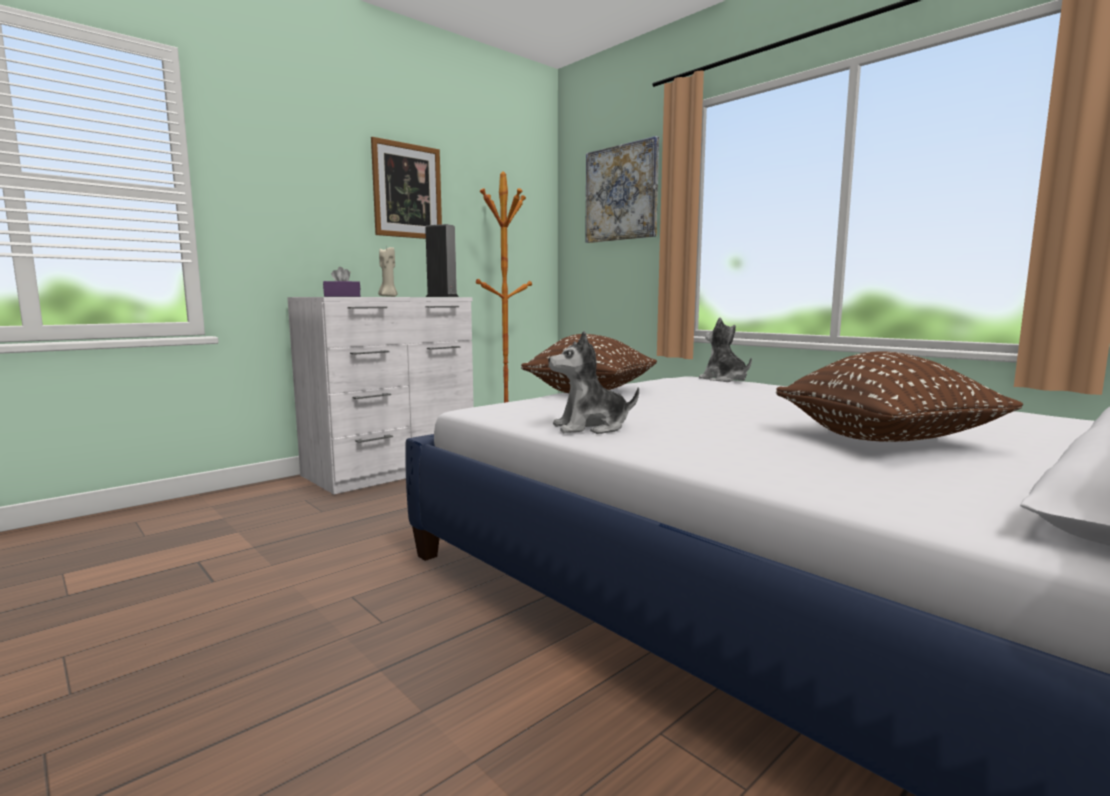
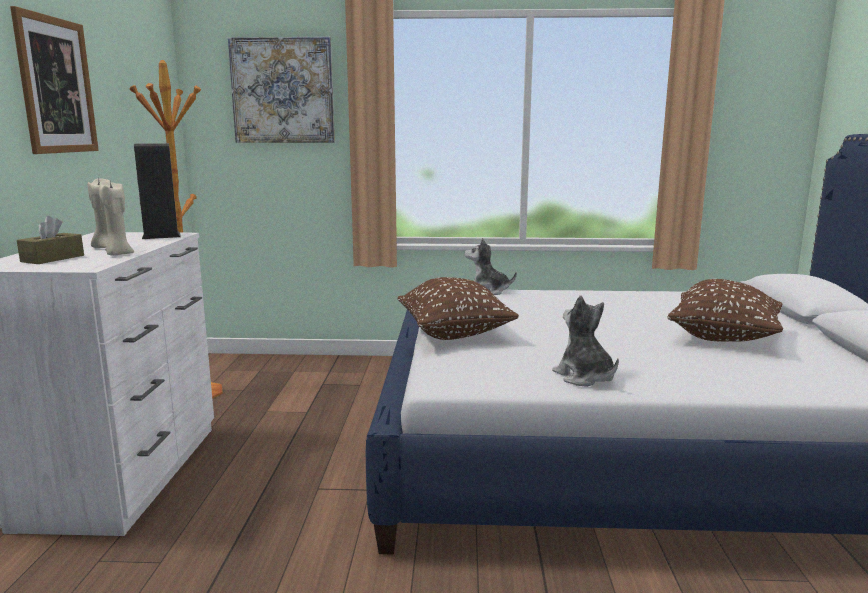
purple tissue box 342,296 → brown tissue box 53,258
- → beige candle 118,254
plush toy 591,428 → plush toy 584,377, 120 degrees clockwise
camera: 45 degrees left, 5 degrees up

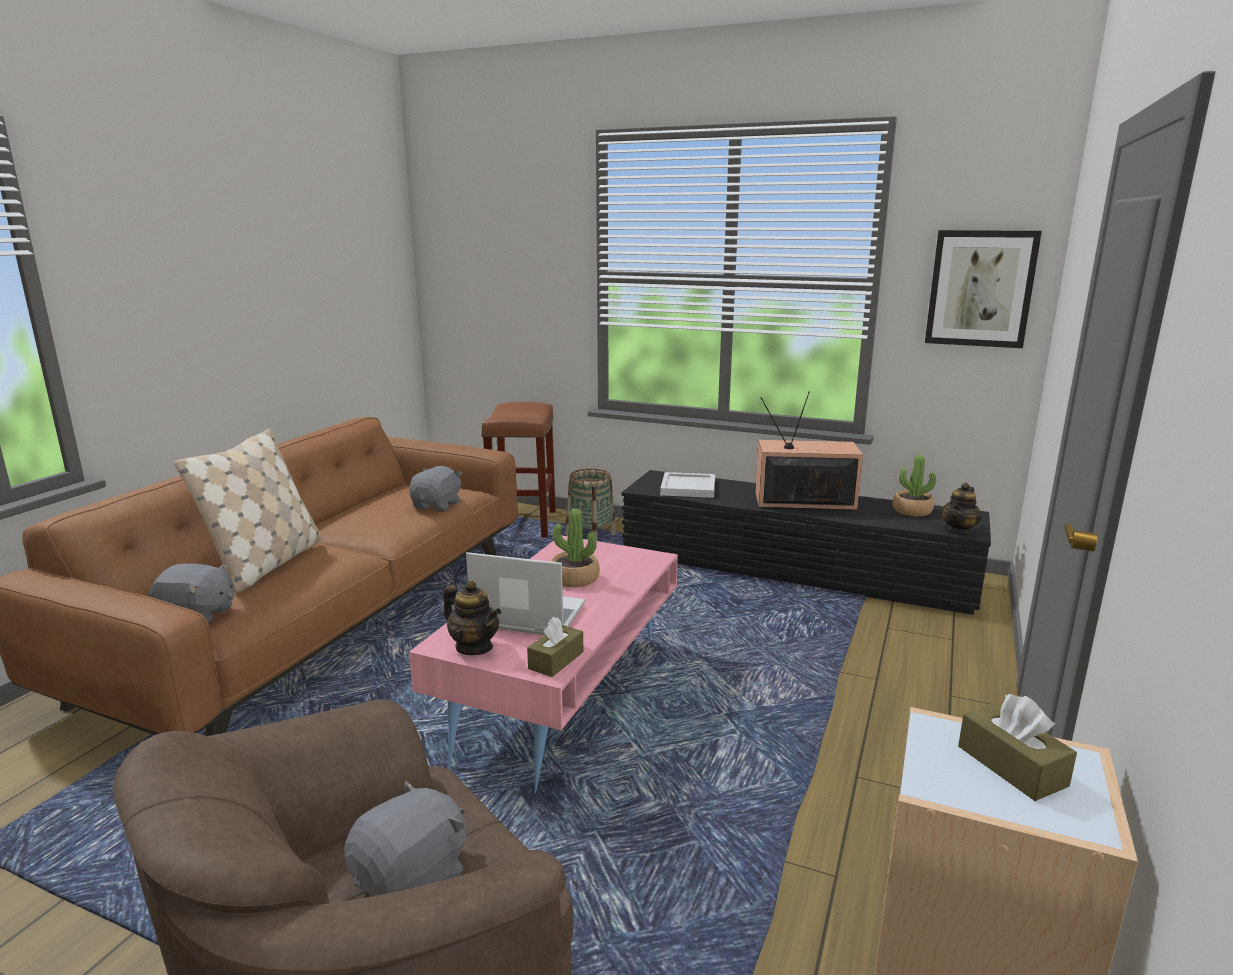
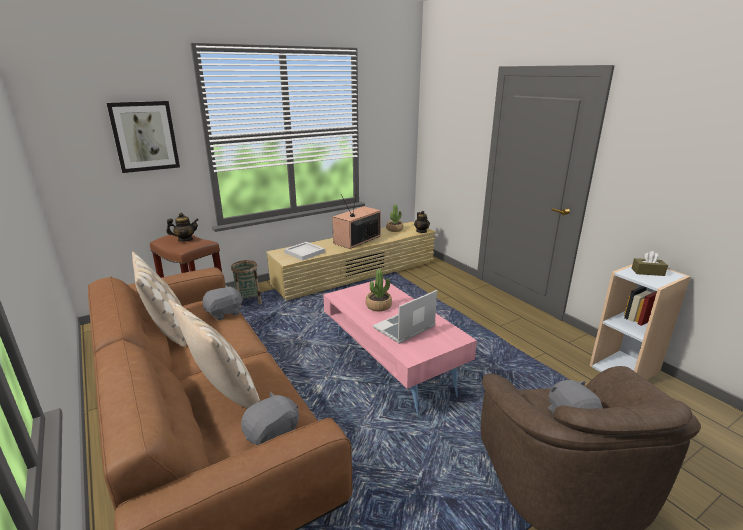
picture 980,288 → picture 144,136, relocated
- → beige pillow 167,330
teapot 474,647 → teapot 185,240, relocated
grey plush toy 437,505 → grey plush toy 224,313, 90 degrees clockwise
black tv stand 795,570 → beige tv stand 356,274
brown tissue box 556,660 → -
camera: 55 degrees left, 5 degrees up

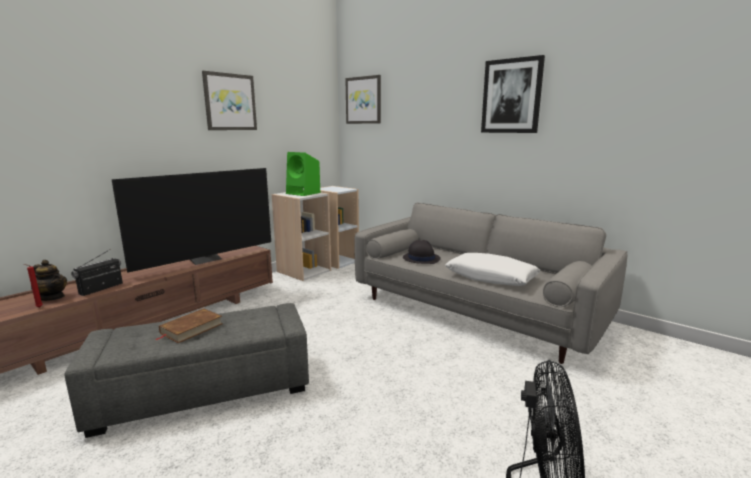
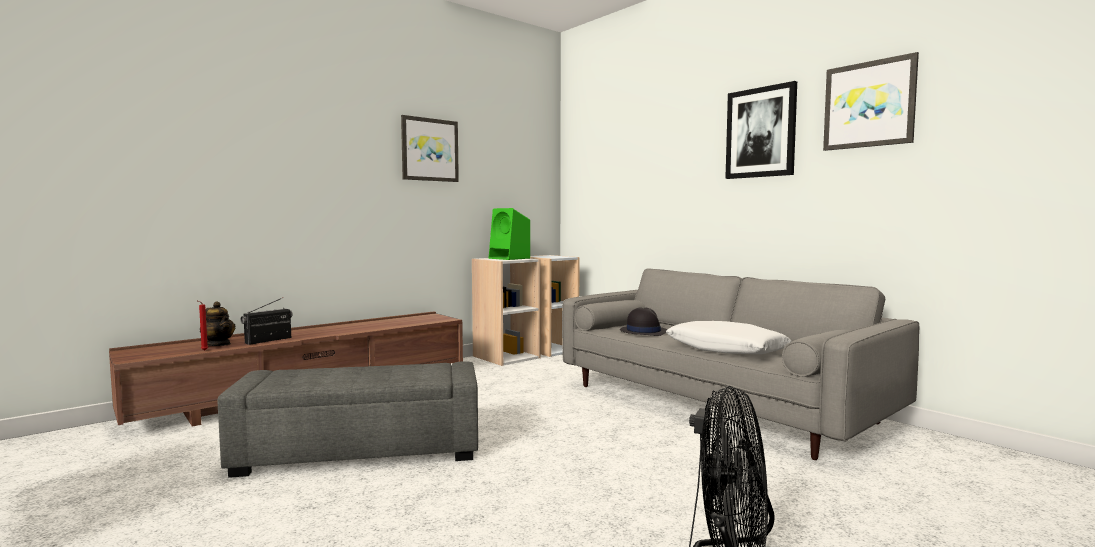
picture 363,100 → picture 869,104, relocated
television 205,259 → -
brown book 191,328 → -
camera: 10 degrees right, 10 degrees down

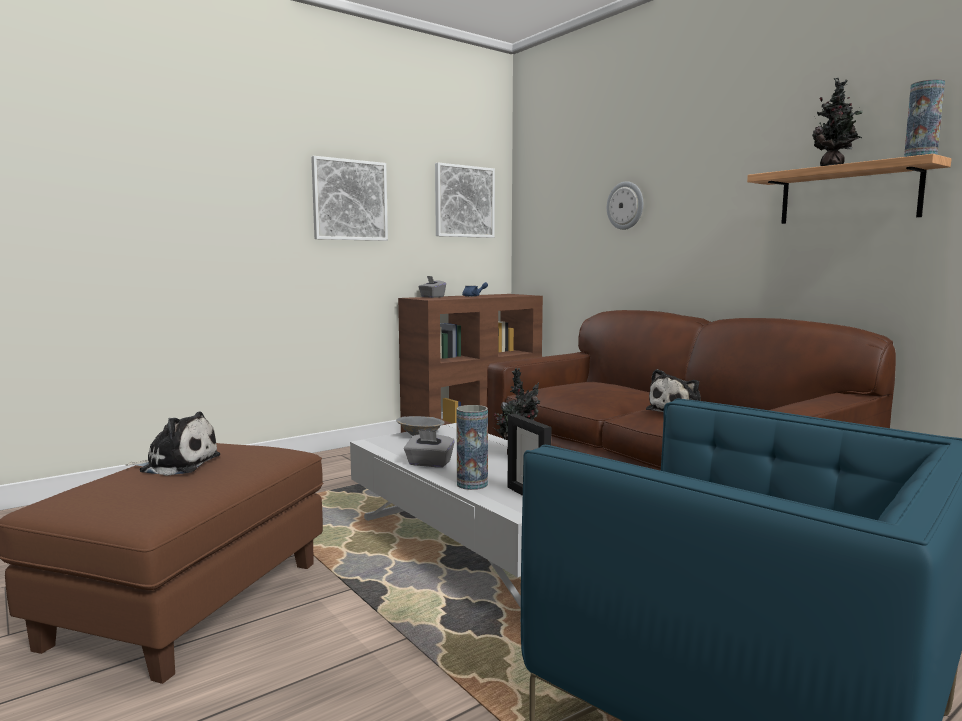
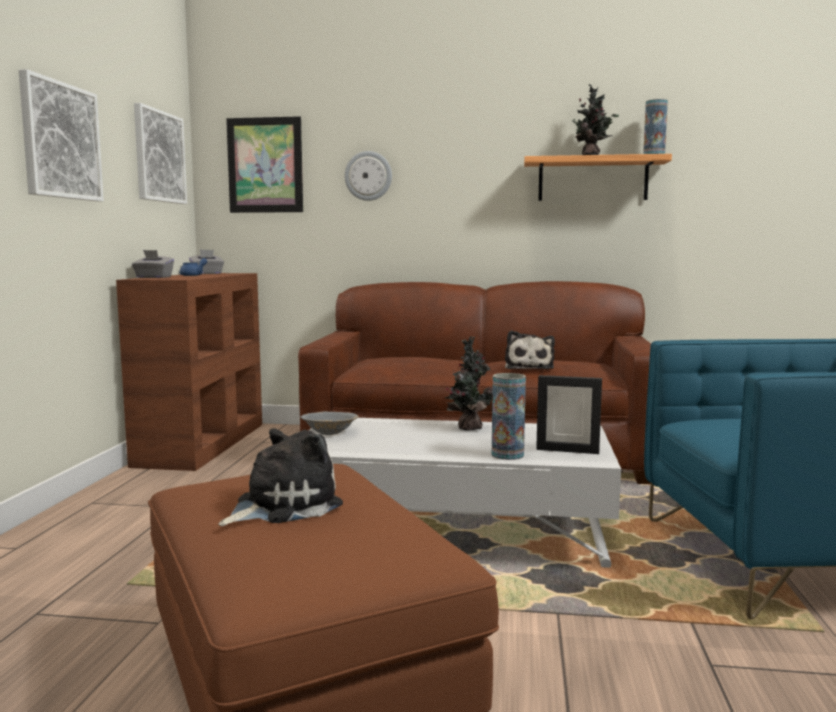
grey tissue box 429,463 → grey tissue box 207,273, relocated
- → picture 265,165
camera: 45 degrees left, 0 degrees up

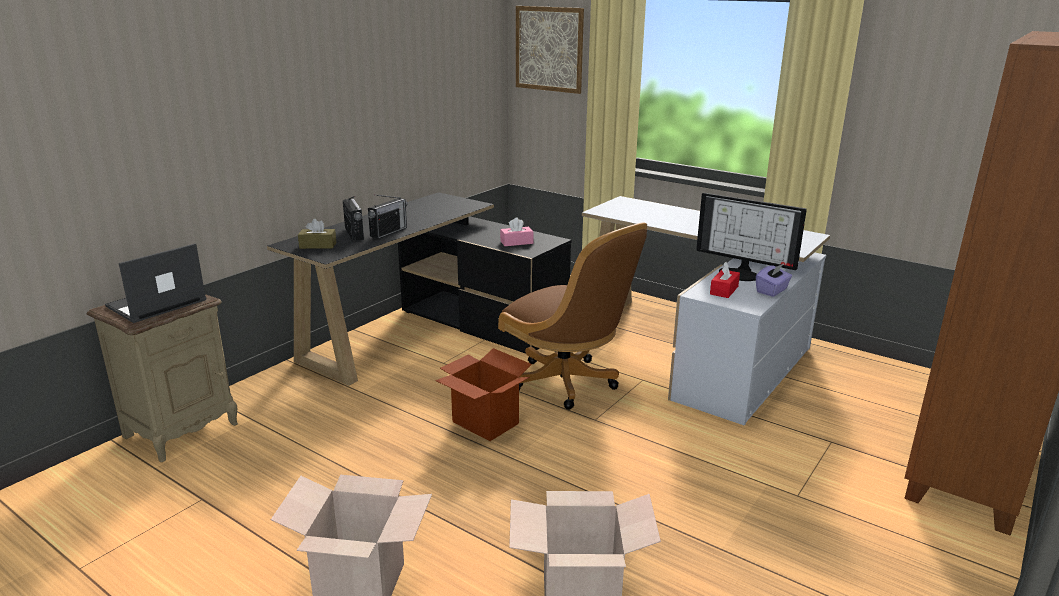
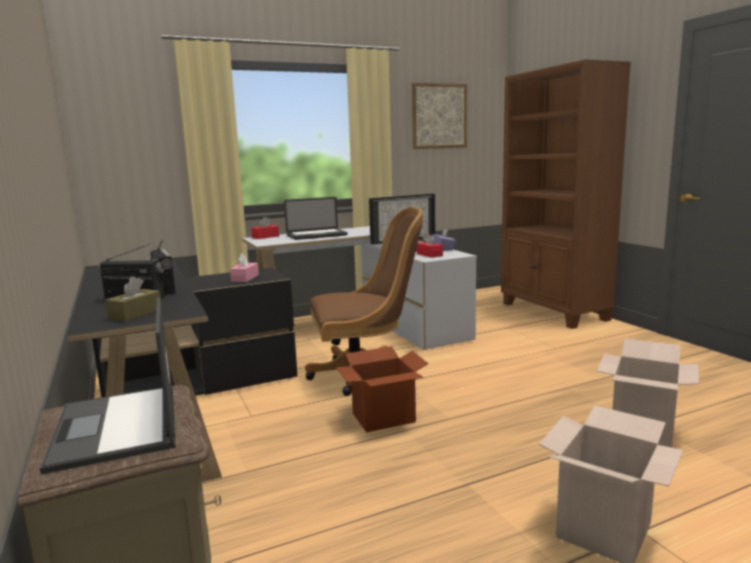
- → red tissue box 265,237
- → laptop 316,235
picture 549,48 → picture 439,115, relocated
camera: 60 degrees left, 10 degrees down

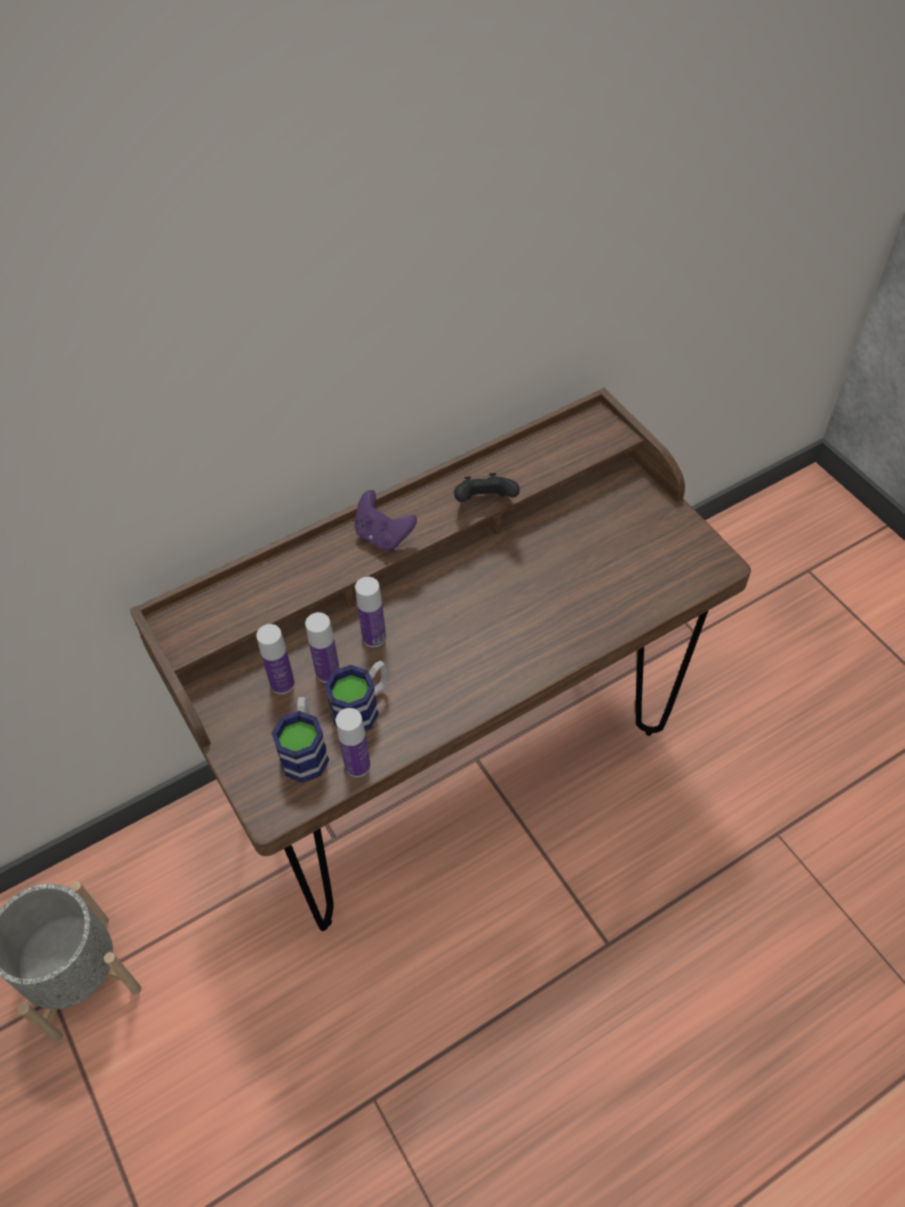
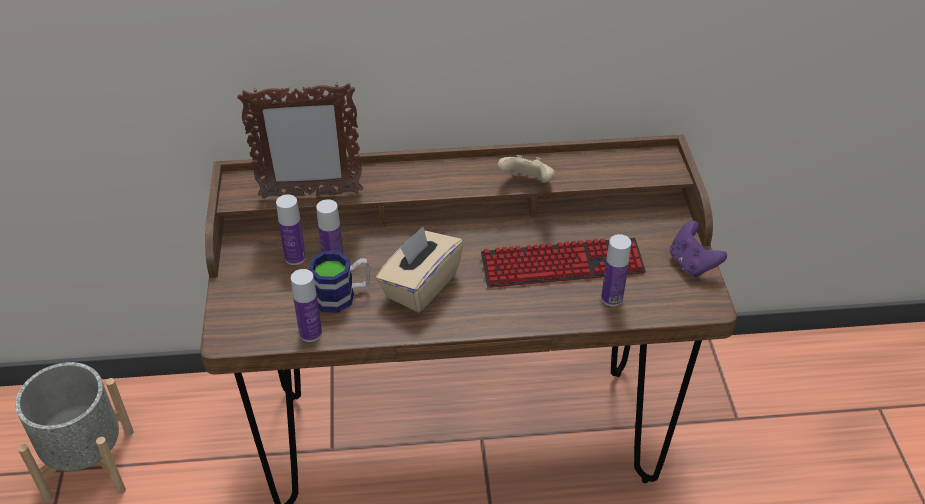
- → picture frame 310,195
- → beige tissue box 420,286
- → keyboard 562,265
black game controller 485,502 → beige game controller 527,183
bottle 374,637 → bottle 612,298, relocated
purple game controller 383,536 → purple game controller 692,264, relocated
mug 305,750 → -
camera: 25 degrees right, 10 degrees down

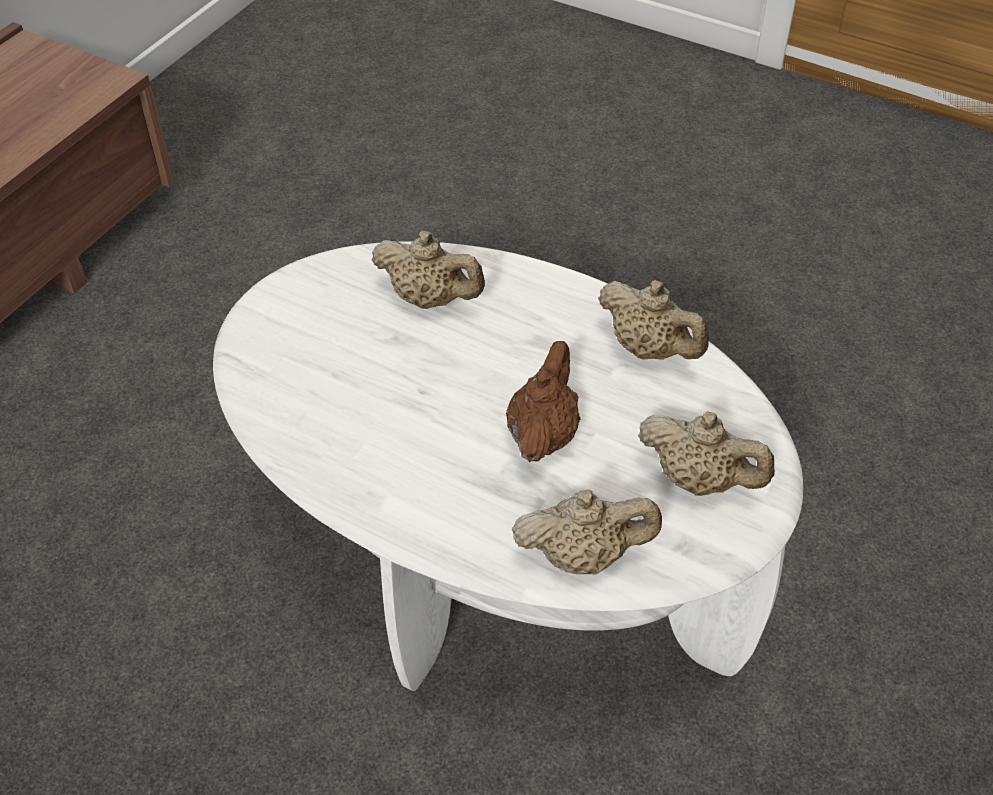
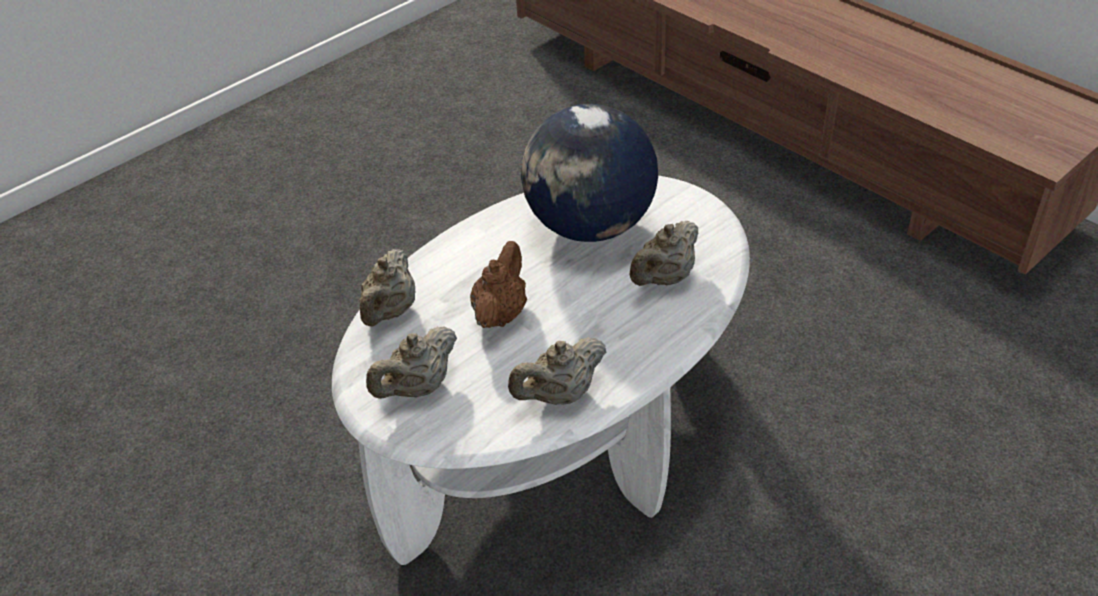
brown teapot 542,434 → brown teapot 501,313, 105 degrees counterclockwise
- → globe 589,226
camera: 110 degrees right, 5 degrees down

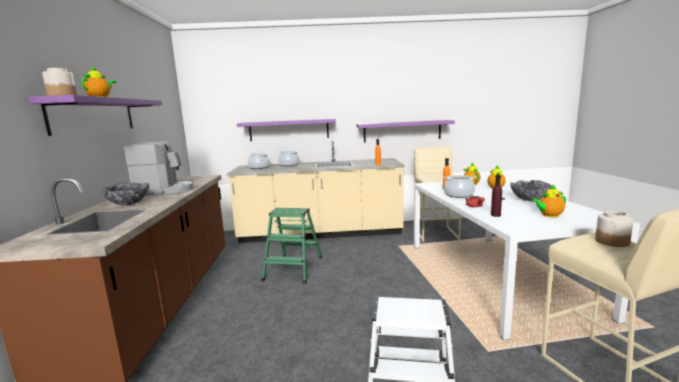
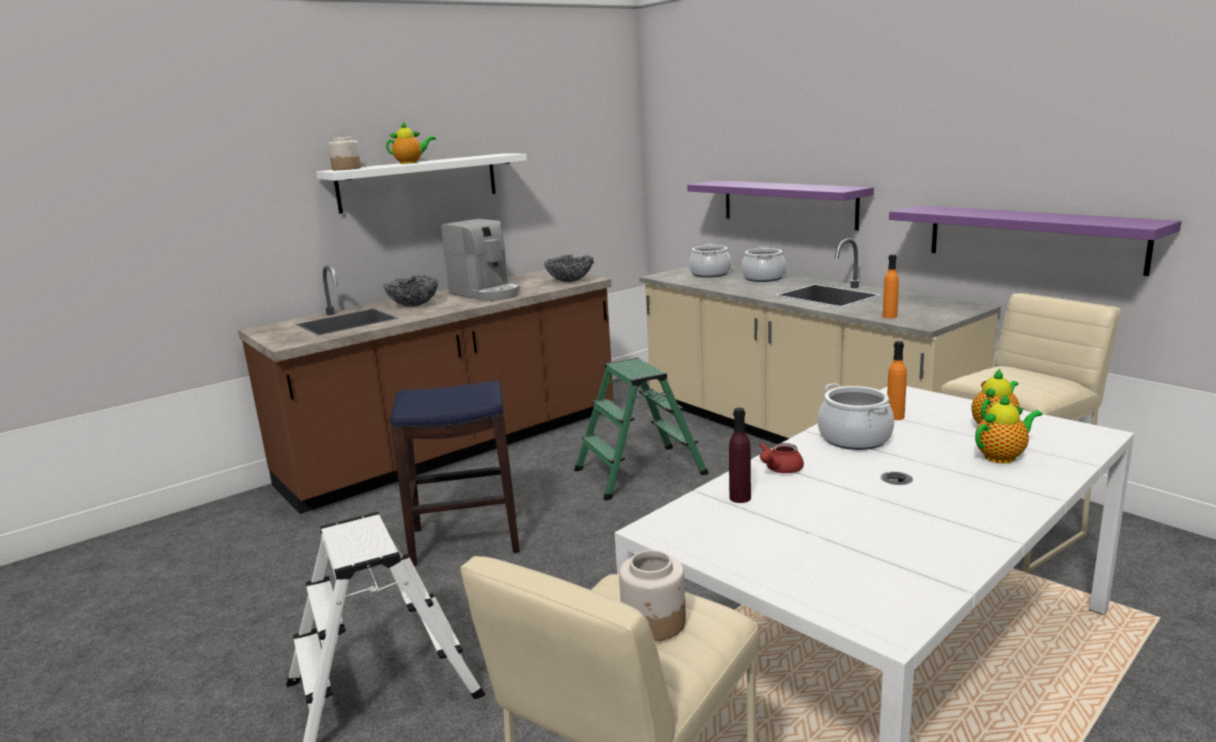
purple shelf 94,115 → white shelf 419,182
- → stool 465,541
bowl 529,200 → bowl 569,281, relocated
teapot 549,215 → -
camera: 55 degrees right, 5 degrees up

